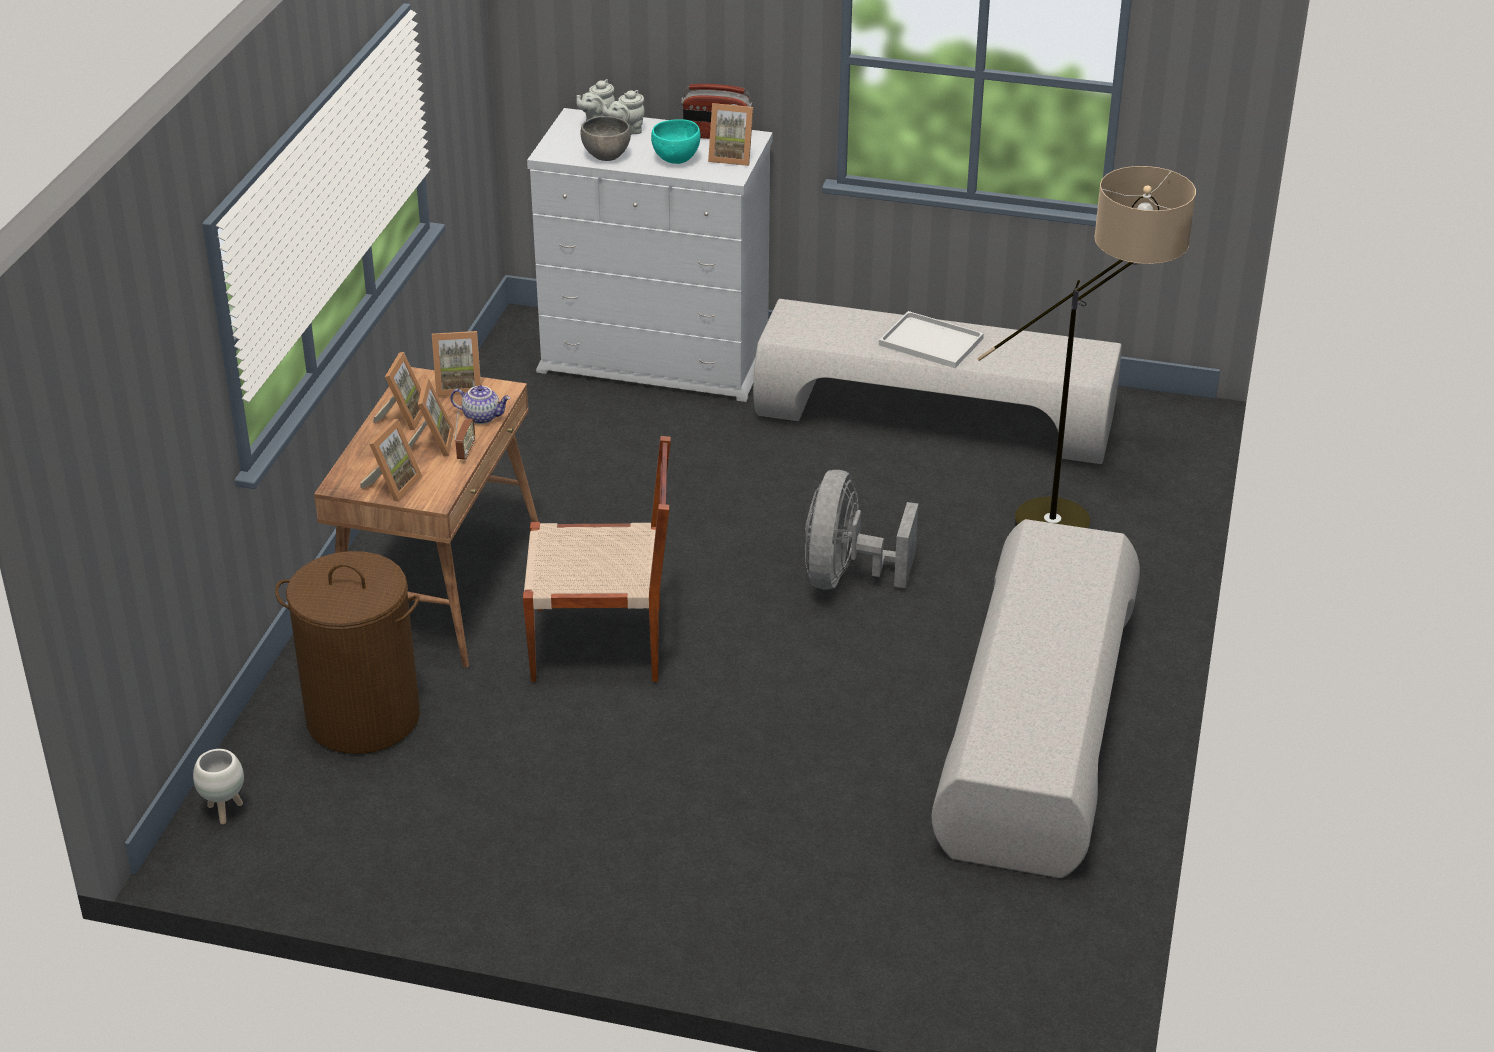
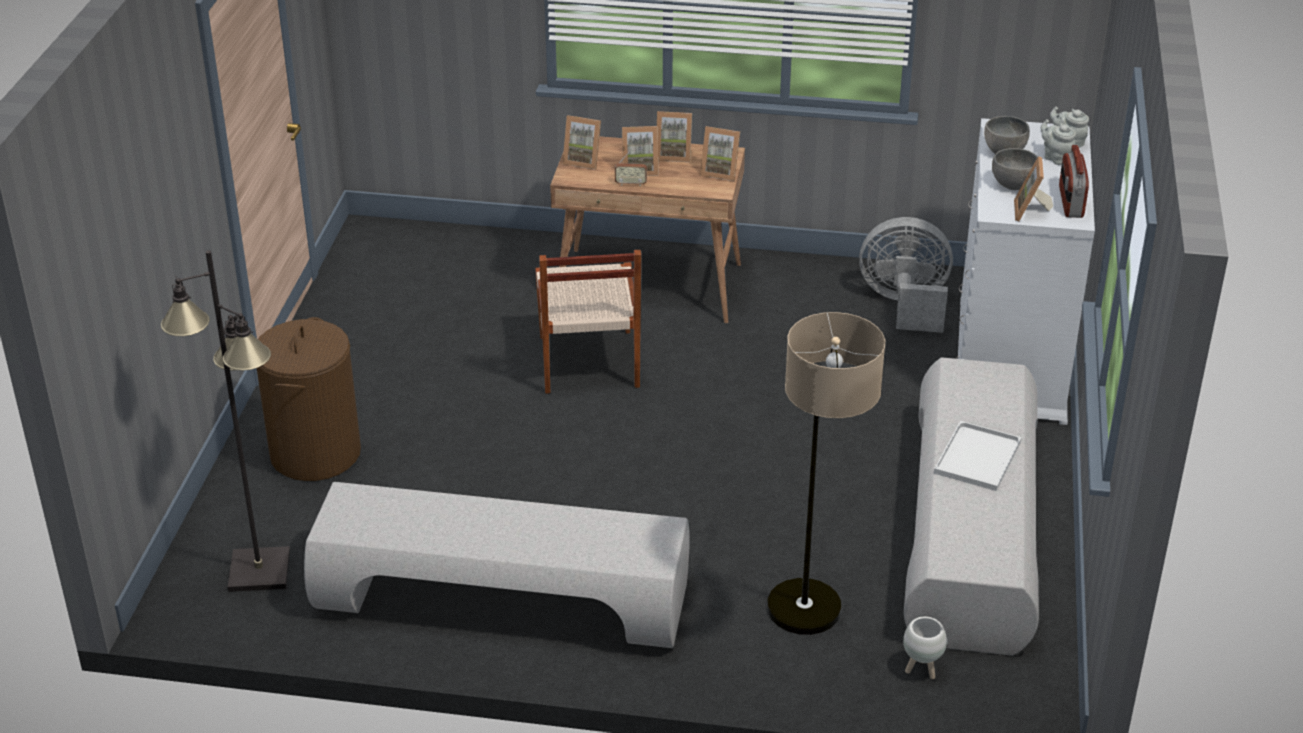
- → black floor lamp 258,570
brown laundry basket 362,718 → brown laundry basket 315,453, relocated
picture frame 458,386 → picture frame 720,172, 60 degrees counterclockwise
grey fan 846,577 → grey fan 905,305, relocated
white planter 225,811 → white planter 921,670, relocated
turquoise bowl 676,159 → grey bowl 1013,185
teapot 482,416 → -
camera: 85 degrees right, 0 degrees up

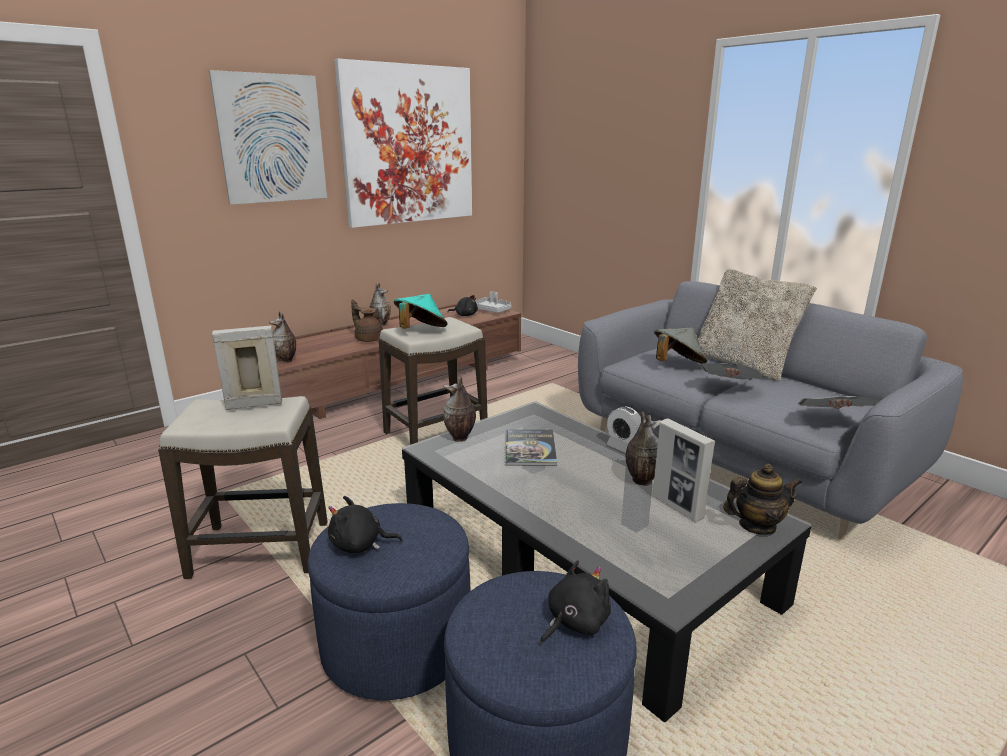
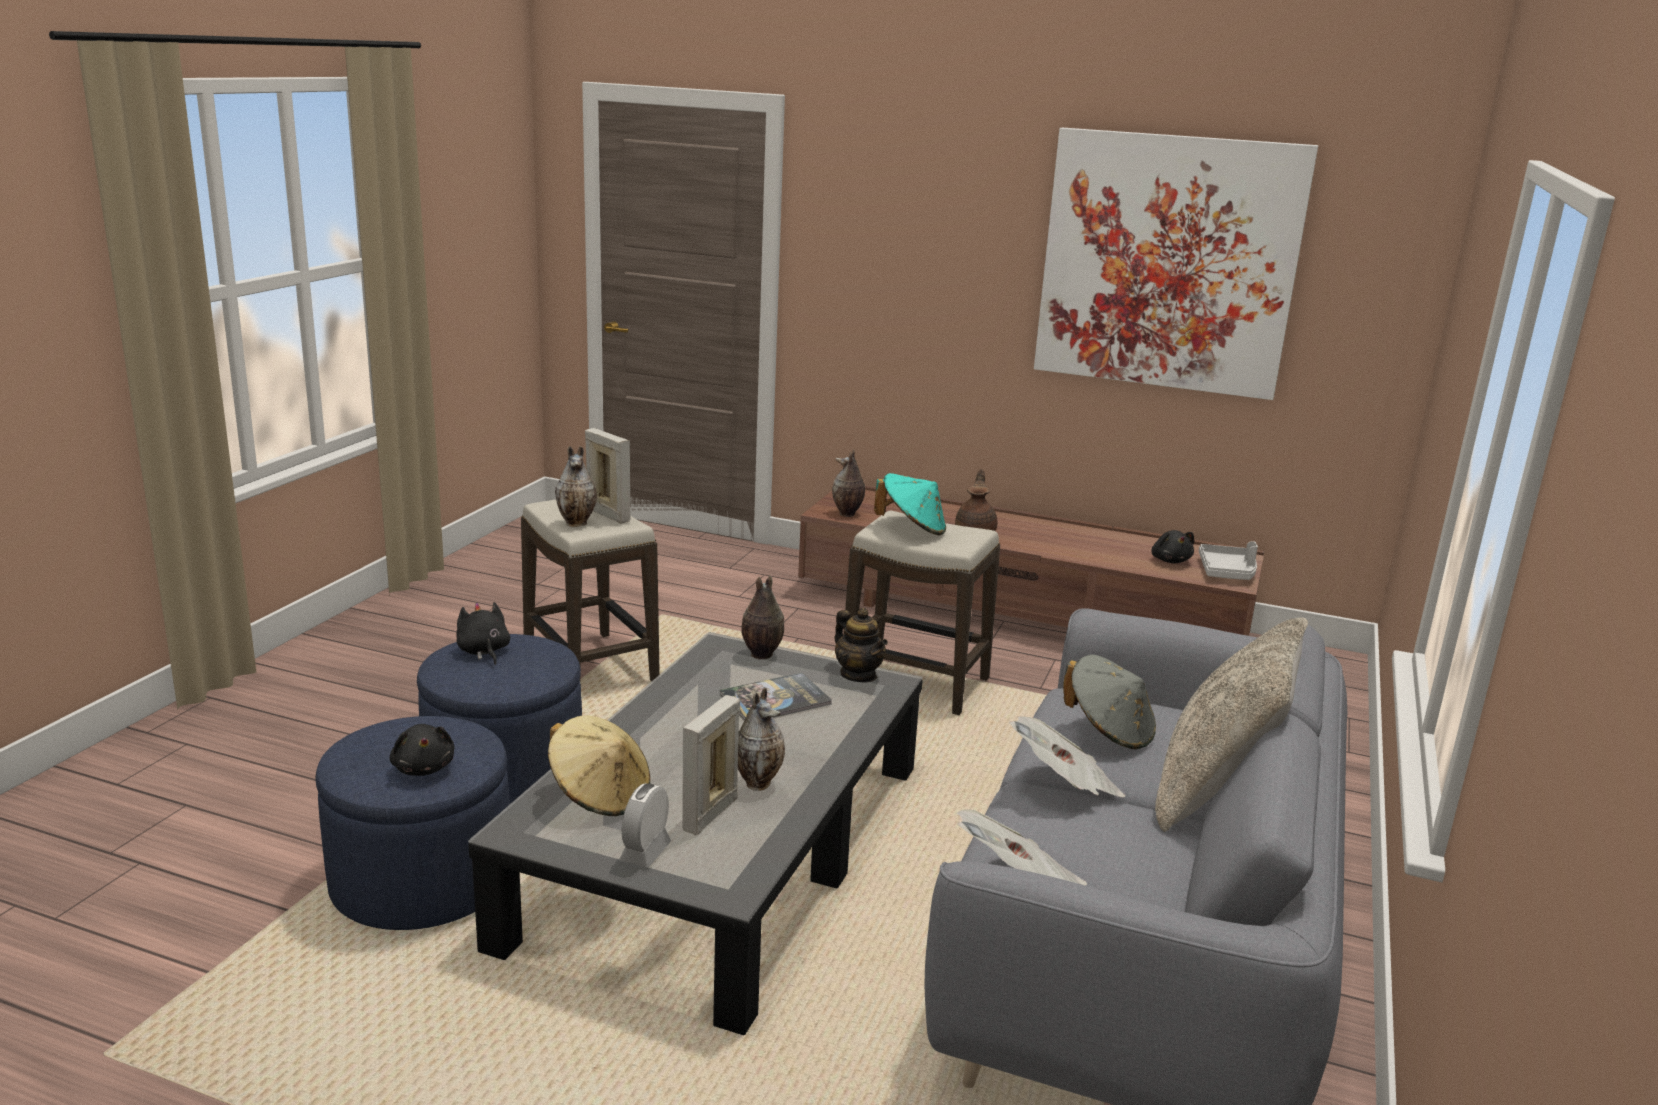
black plush toy 574,622 → black plush toy 423,768, 45 degrees clockwise
- → beige hat 600,796
vase 381,324 → vase 577,523, relocated
alarm clock 623,448 → alarm clock 645,852, relocated
teapot 757,526 → teapot 858,675, relocated
picture 272,139 → -
camera: 60 degrees right, 0 degrees up

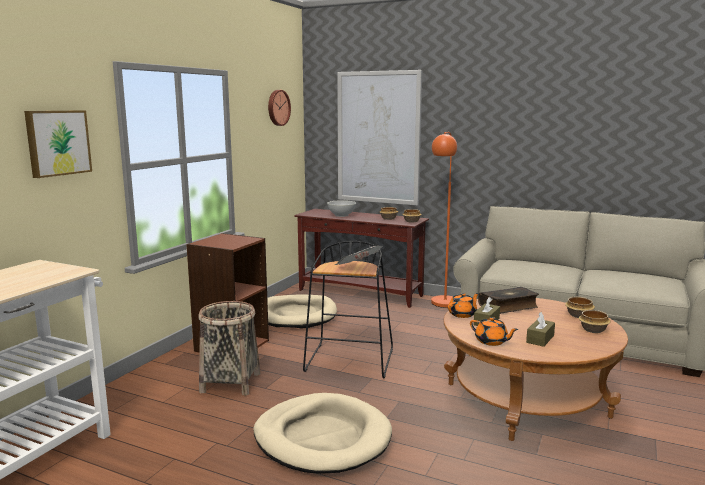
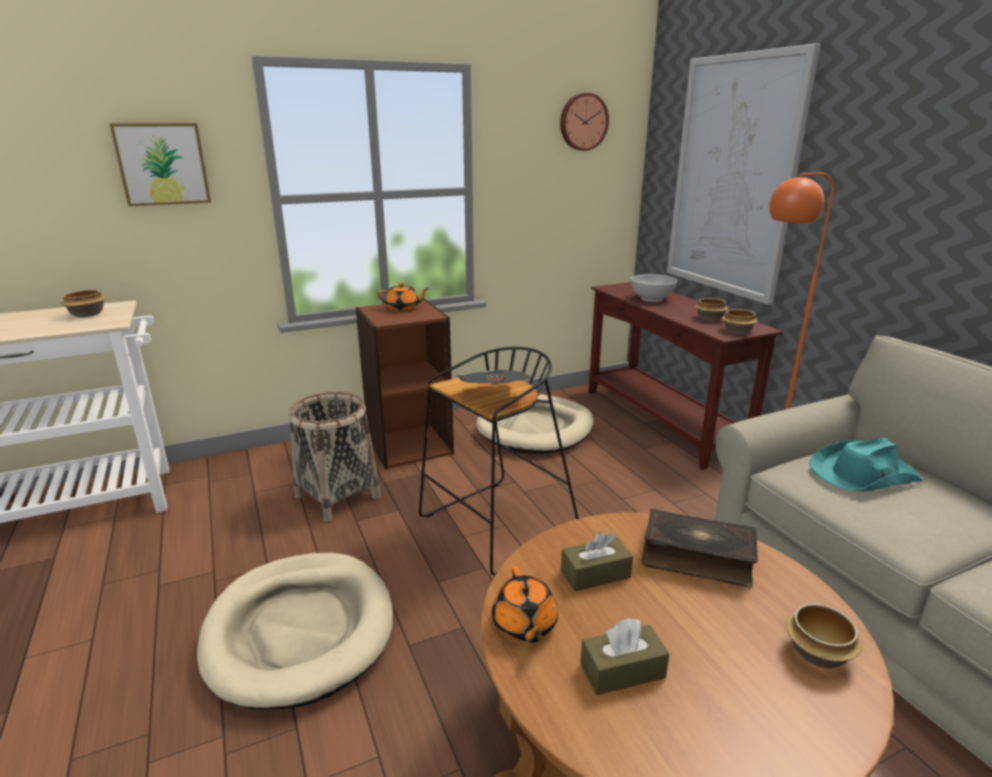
bowl 594,330 → bowl 87,315, relocated
orange teapot 462,314 → orange teapot 403,308, relocated
- → turquoise hat 862,474
camera: 40 degrees right, 10 degrees up

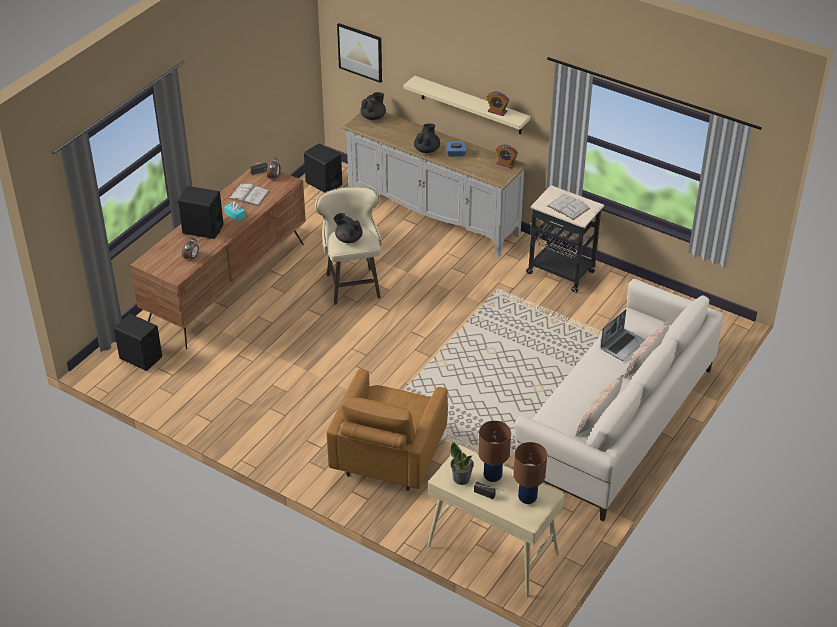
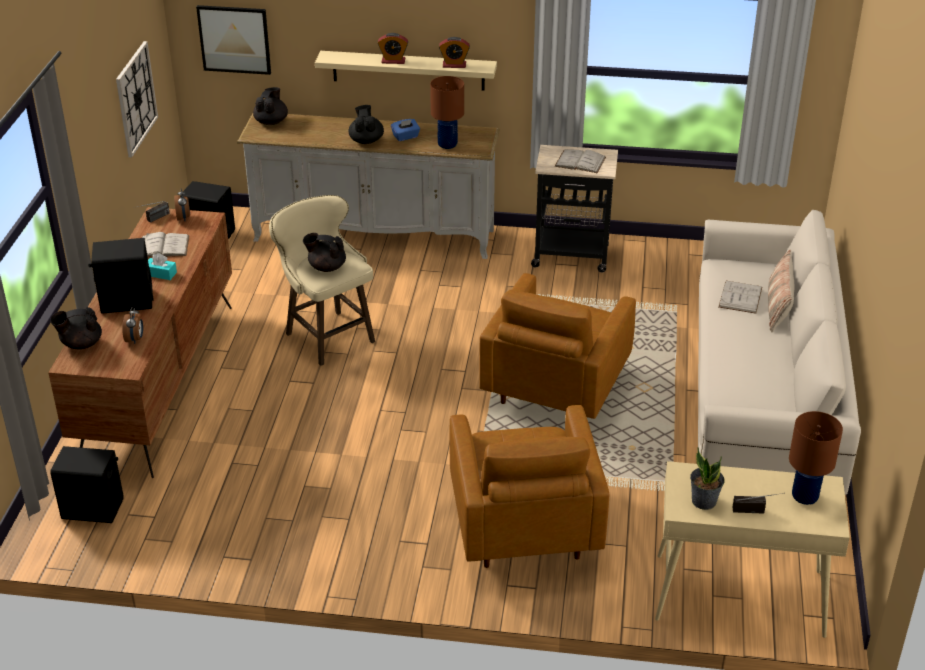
- → black teapot 81,344
- → wall clock 136,98
alarm clock 506,164 → alarm clock 393,61, relocated
brown table lamp 493,477 → brown table lamp 448,146, relocated
- → brown armchair 555,388
laptop 622,345 → white book 740,297
pillow 599,415 → -
camera: 25 degrees left, 5 degrees down

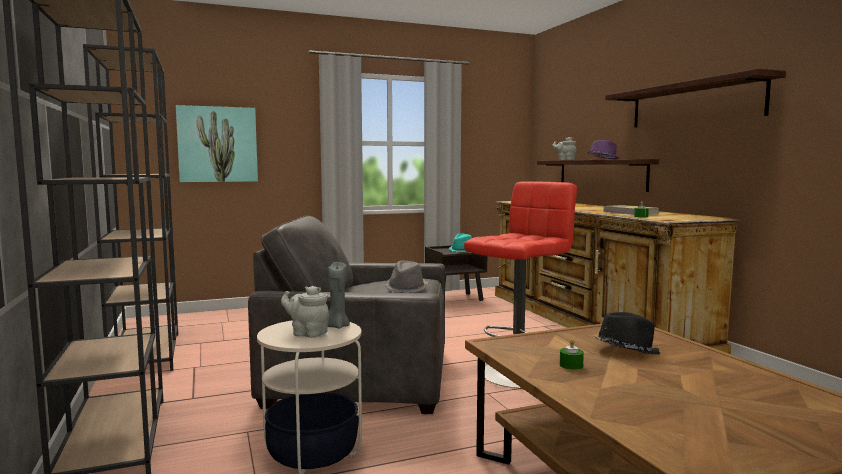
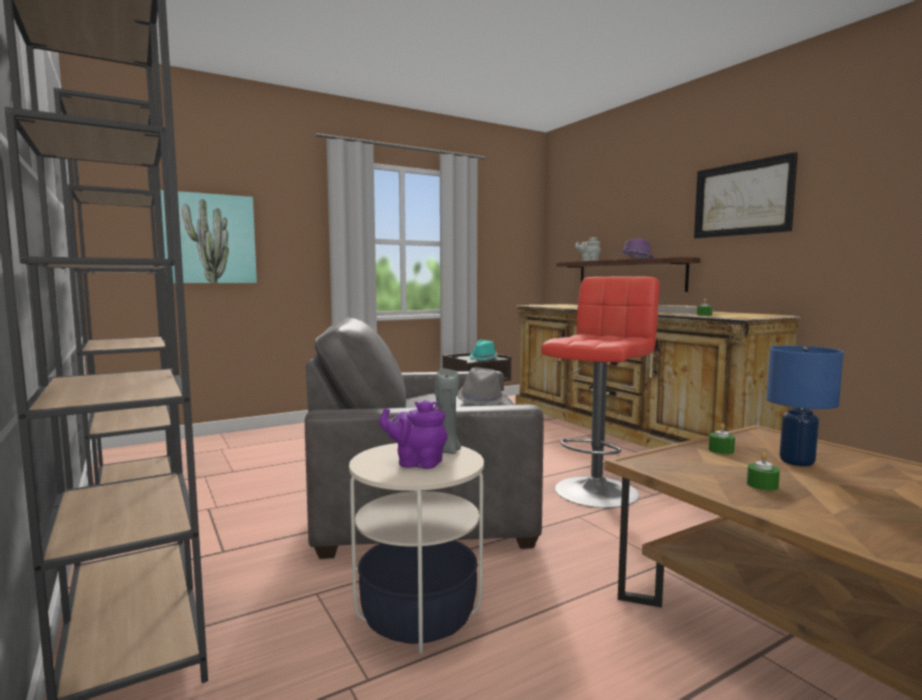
grey teapot 307,333 → purple teapot 416,463
shelf 694,104 → picture 742,199
- → green candle 721,450
black hat 625,350 → blue table lamp 794,462
camera: 10 degrees left, 0 degrees up

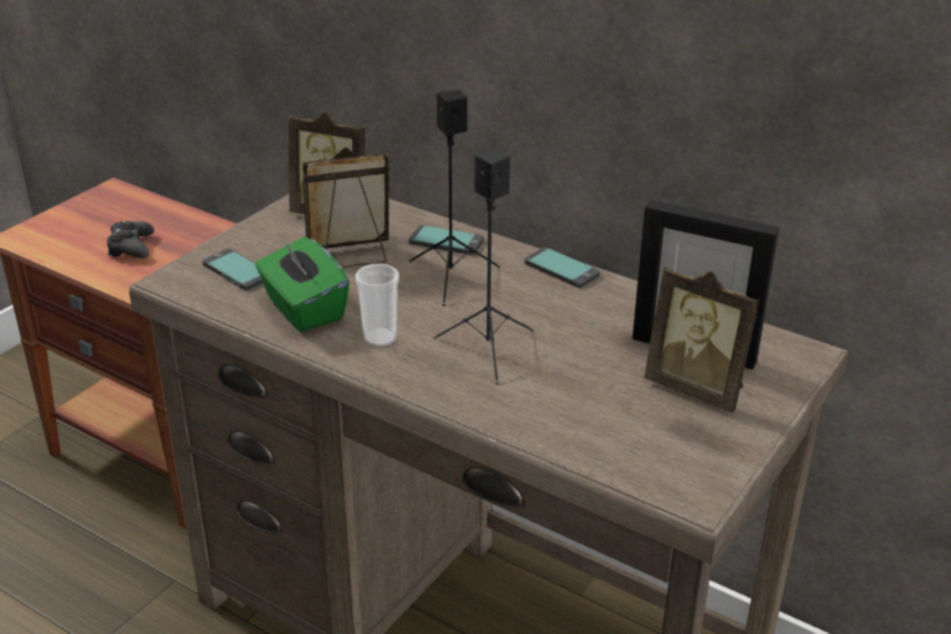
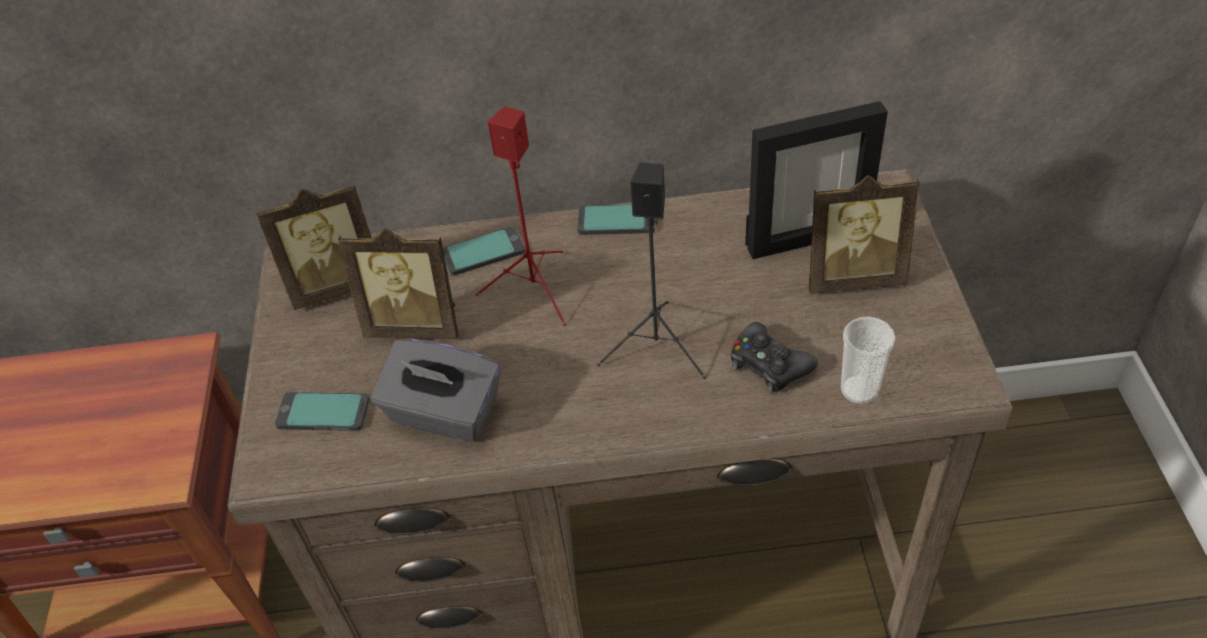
picture frame 351,256 → picture frame 416,324, 120 degrees counterclockwise
green tissue box 303,309 → grey tissue box 443,413
black speaker 451,278 → red speaker 535,290
black game controller 131,247 → black game controller 769,365, relocated
cup 380,338 → cup 859,390, relocated
camera: 35 degrees left, 15 degrees up

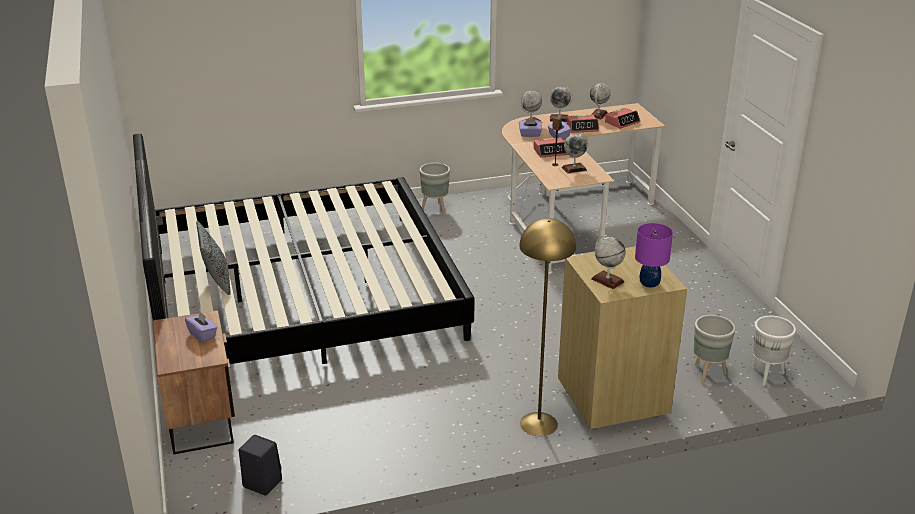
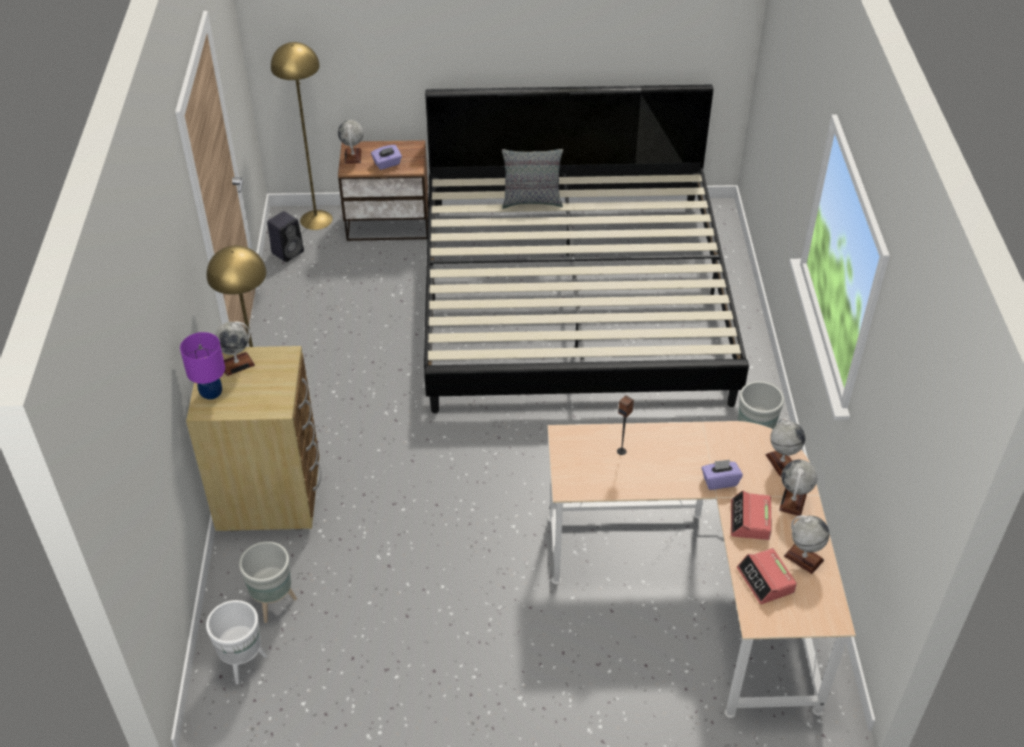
- → yellow floor lamp 316,219
globe 574,169 → globe 353,156, relocated
purple tissue box 530,134 → -
alarm clock 550,152 → -
camera: 105 degrees right, 15 degrees up

